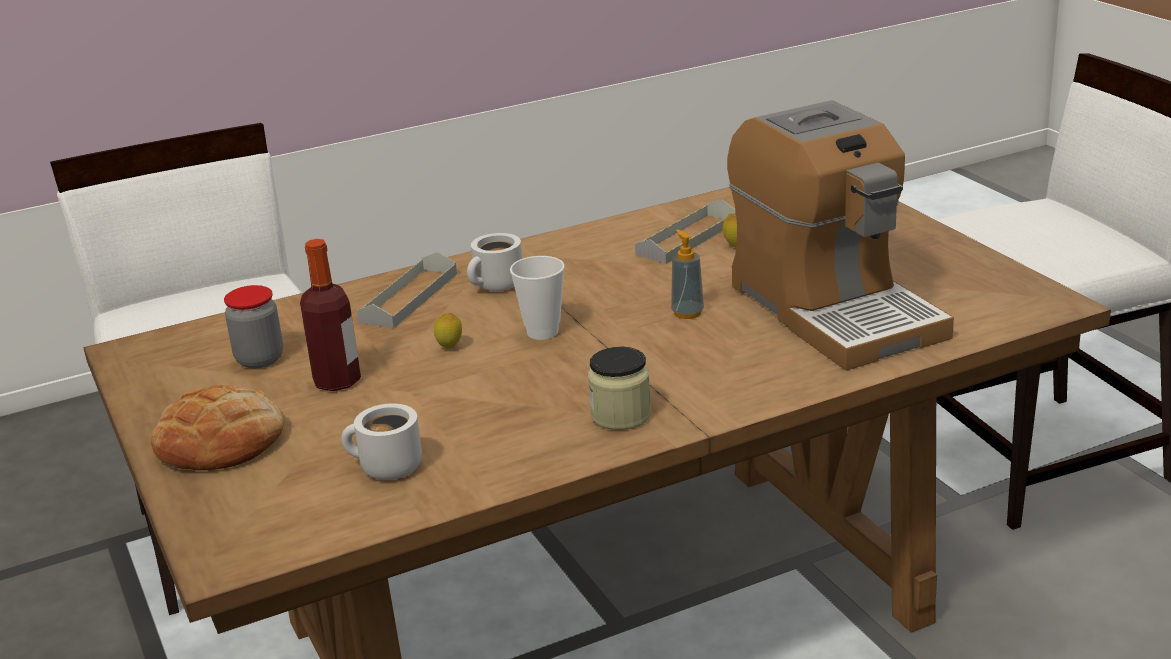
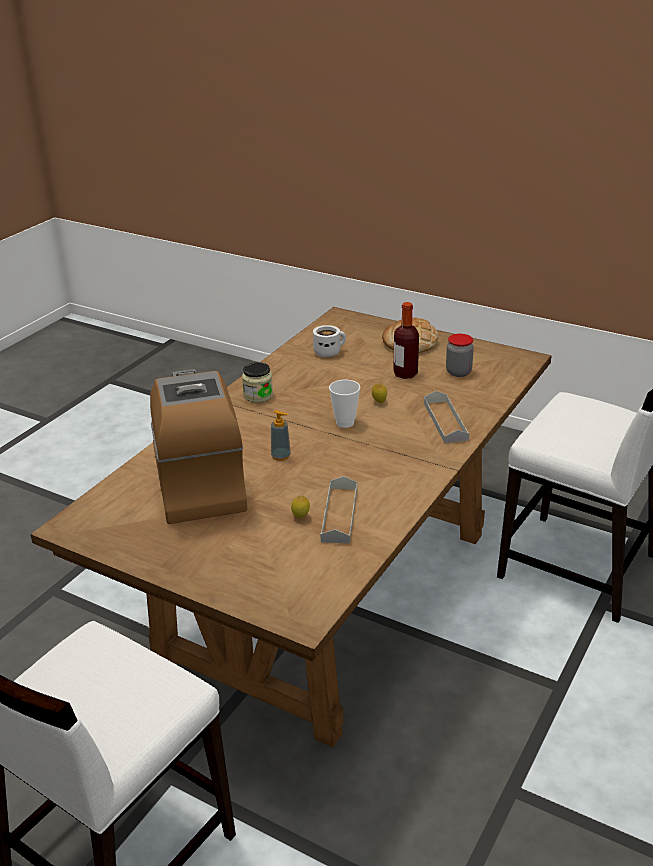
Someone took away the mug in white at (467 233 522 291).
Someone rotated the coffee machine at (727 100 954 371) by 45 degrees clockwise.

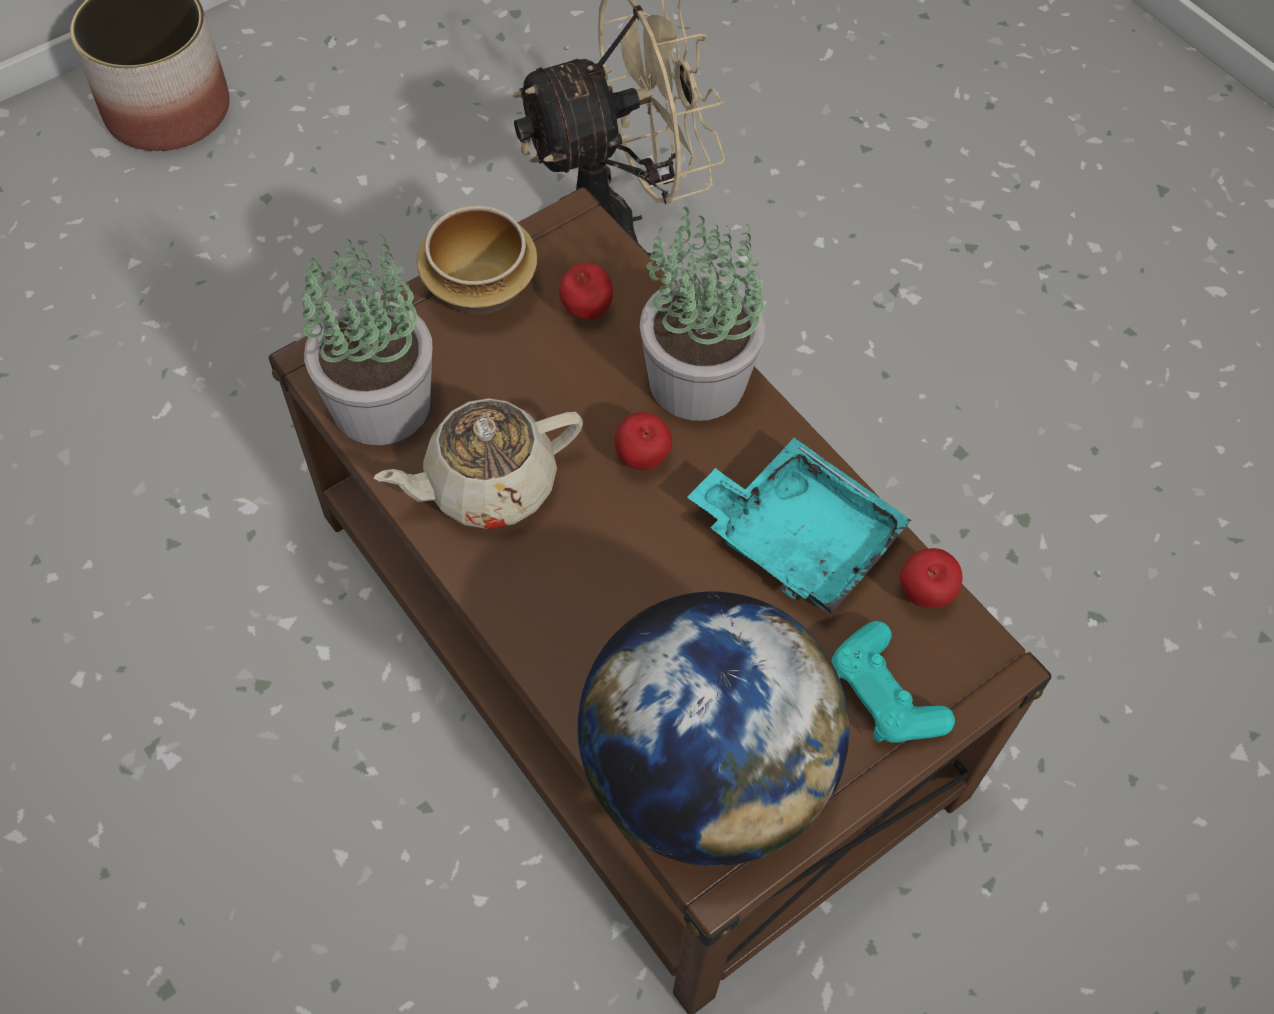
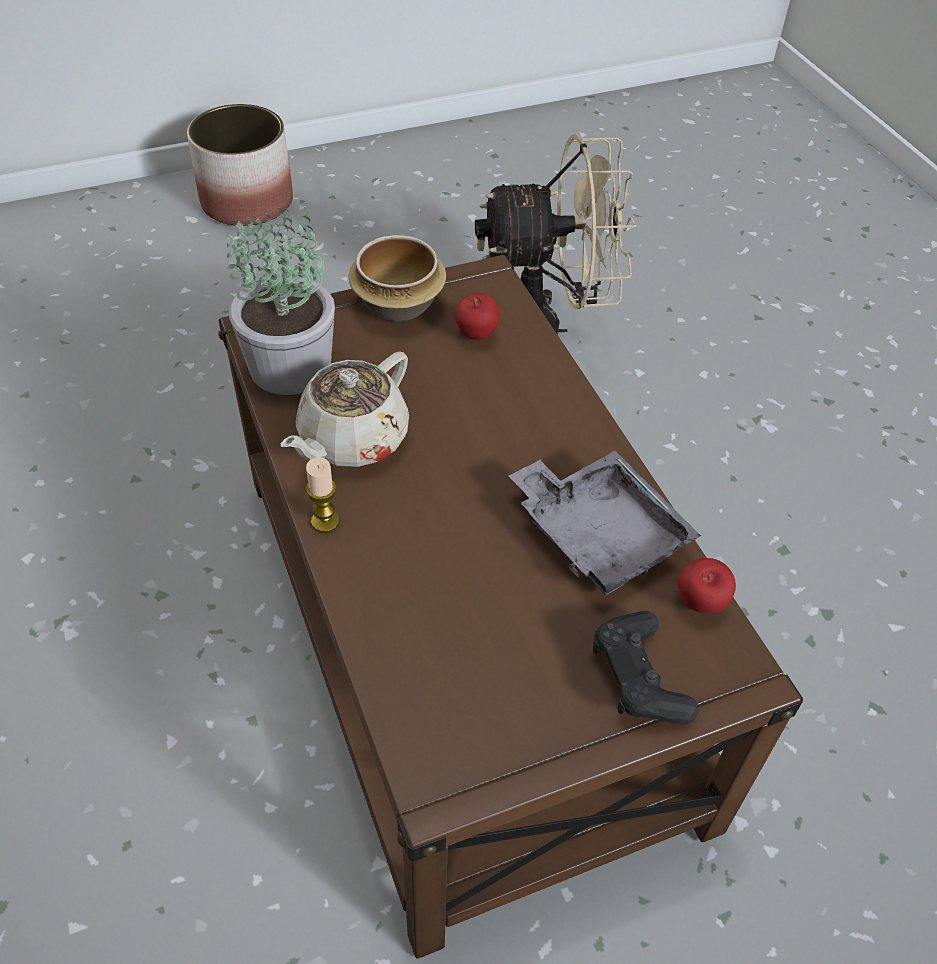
Someone took away the globe at (578 591 849 866).
Someone took away the apple at (614 412 672 470).
Someone took away the potted plant at (640 206 765 421).
Someone put down the candle at (306 457 339 533).
Someone repainted the tray in turquoise at (687 438 911 614), which became the tray in grey at (509 451 701 595).
Someone repainted the game controller in turquoise at (832 621 955 743), which became the game controller in black at (593 611 699 724).
Someone rotated the teapot in beige at (374 398 583 529) by 45 degrees counterclockwise.

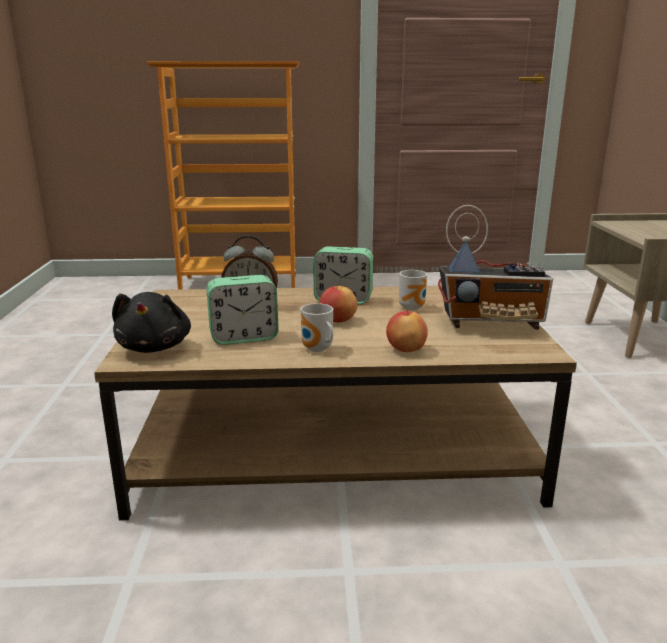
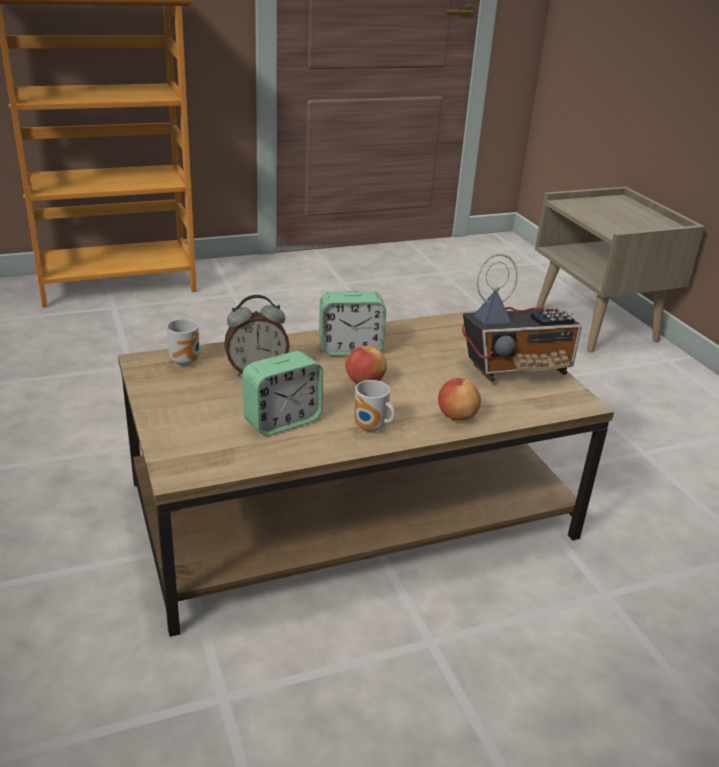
Someone took away the plush toy in black at (112 292 191 353).
Someone carried the mug from (399 270 427 310) to (167 319 199 366).

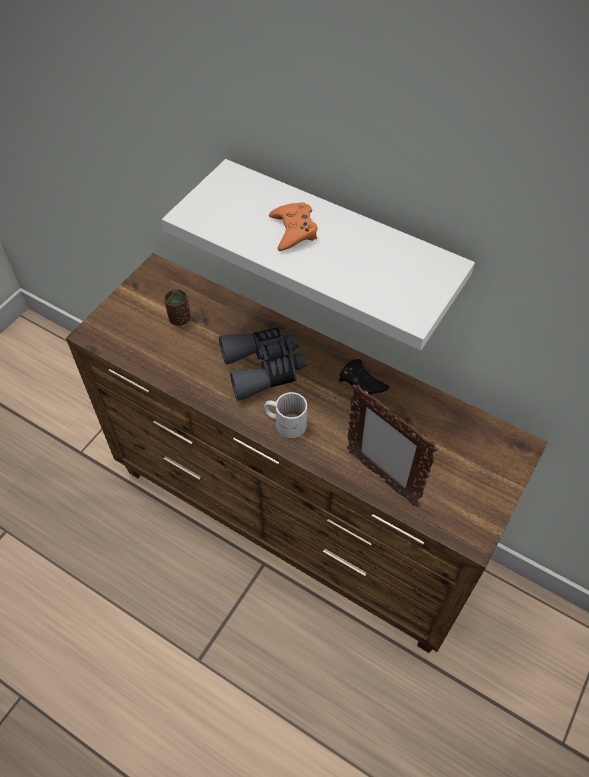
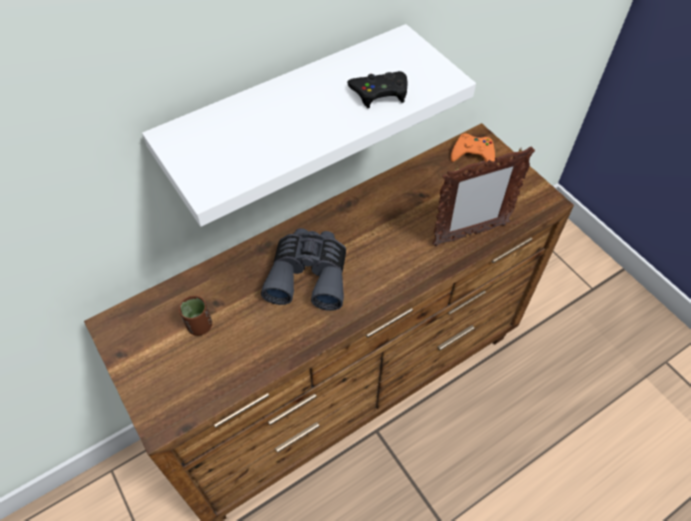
Someone took away the mug in white at (264 392 307 438).
Someone carried the game controller in orange from (269 202 318 251) to (451 134 495 162).
Someone carried the game controller in black from (339 359 389 395) to (347 71 408 108).

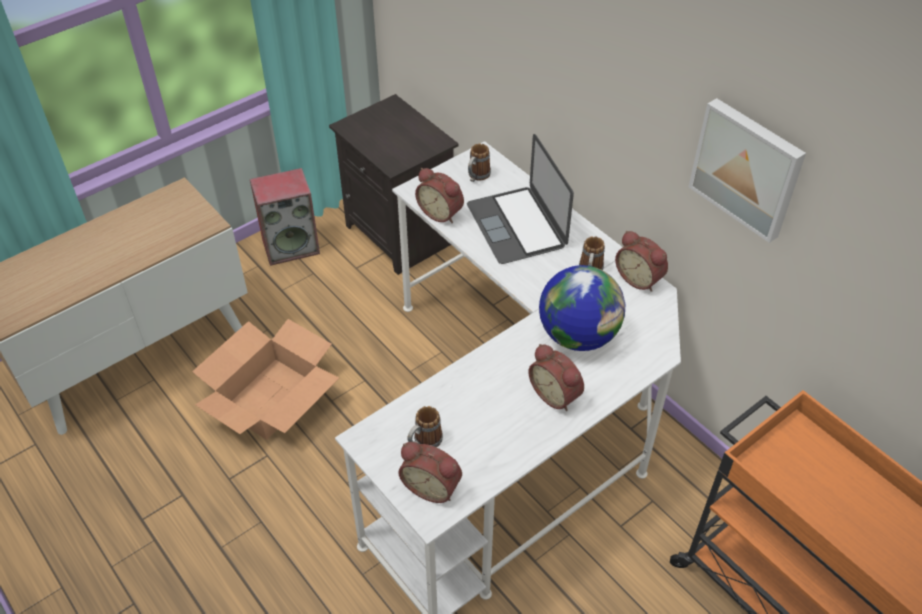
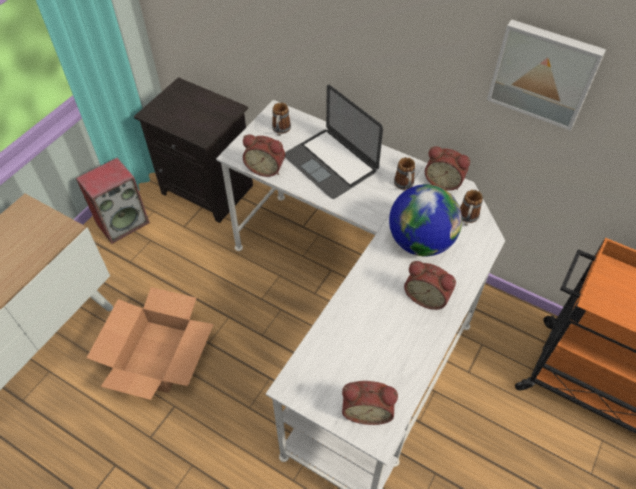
Someone carried the mug from (407 406 443 447) to (460 190 483 225).

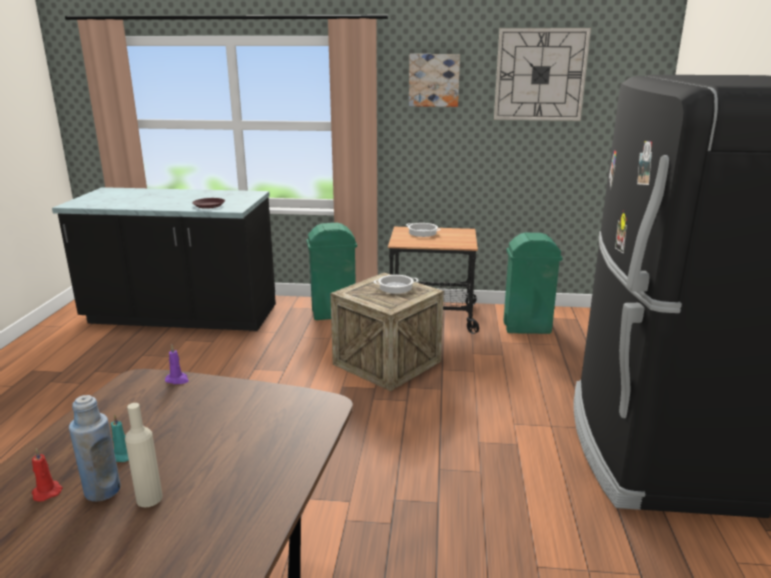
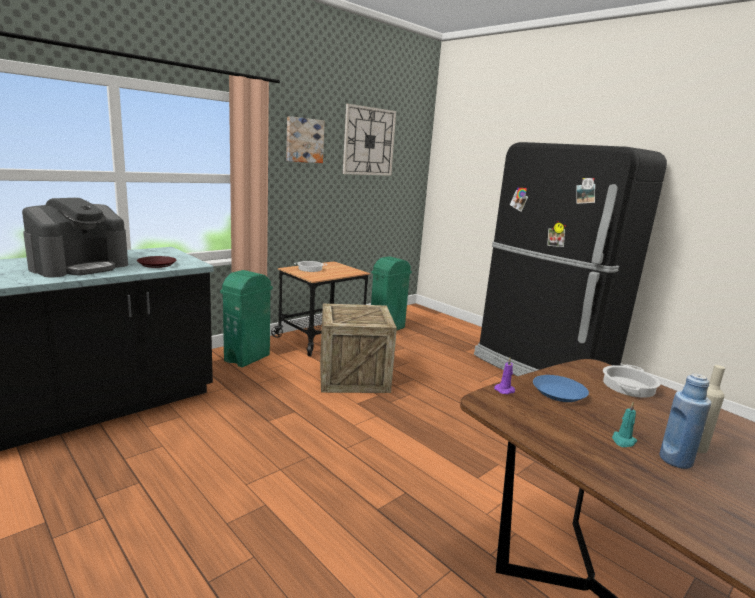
Someone took away the candle in red at (32 448 63 501).
Someone put down the coffee machine at (22 198 128 278).
Someone put down the plate in blue at (533 375 589 402).
Someone carried the cooking pot from (374 275 419 294) to (603 364 661 398).

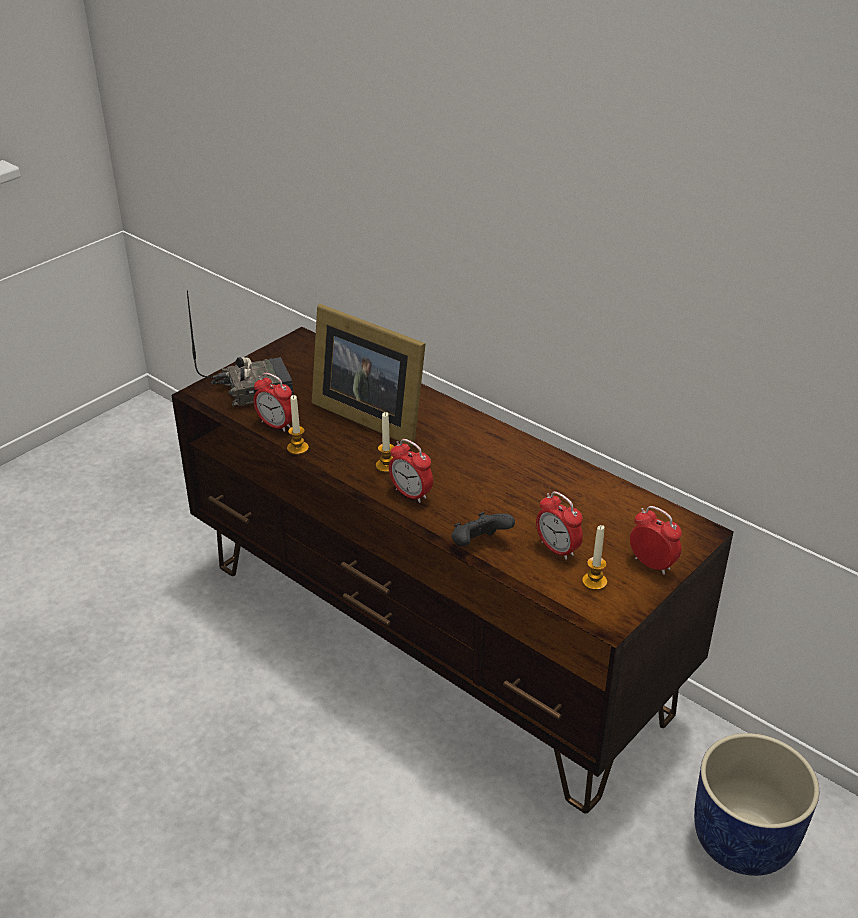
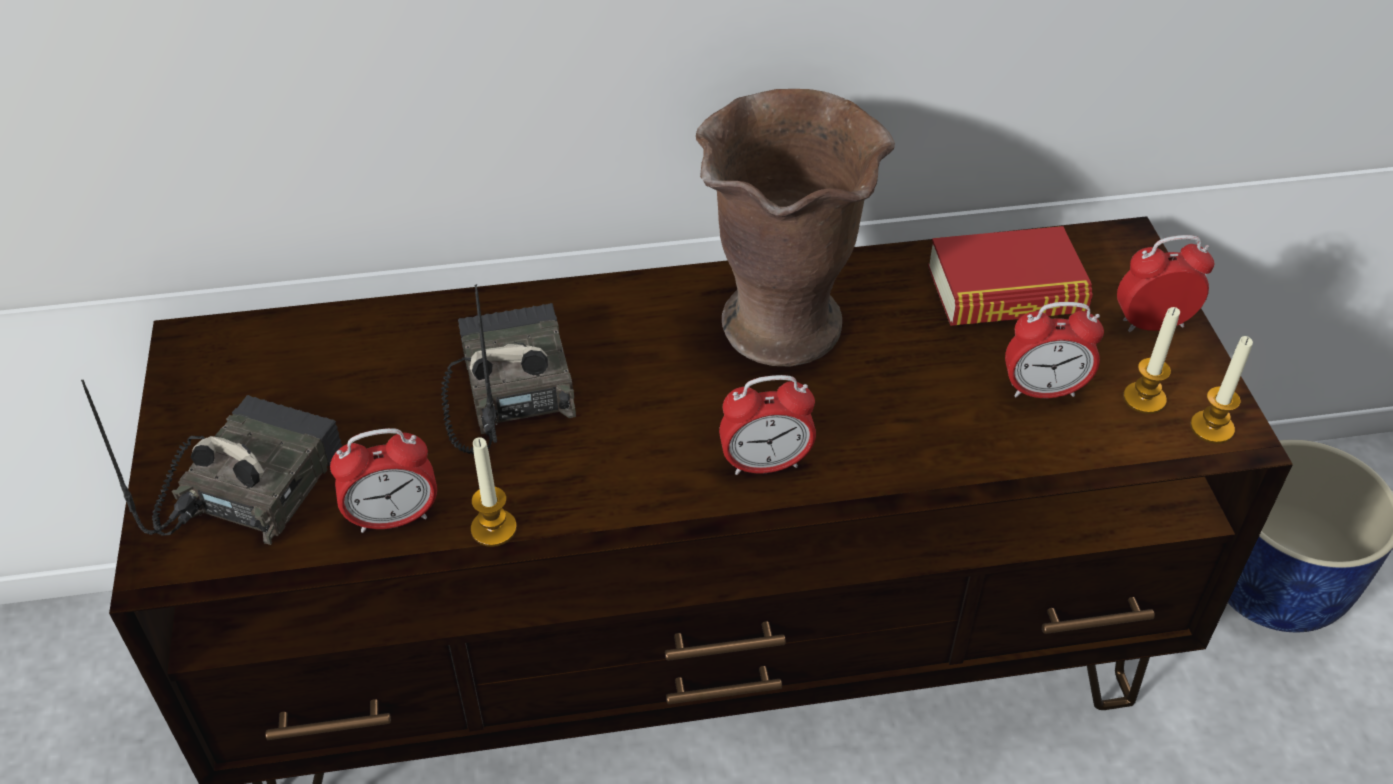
Someone took away the game controller in black at (451 512 515 547).
Someone put down the vase in brown at (696 89 895 366).
Someone put down the book at (928 226 1093 326).
Someone carried the candle from (376 412 394 473) to (1190 336 1253 444).
Someone swapped the picture frame at (312 304 426 446) for the radio at (441 284 576 454).

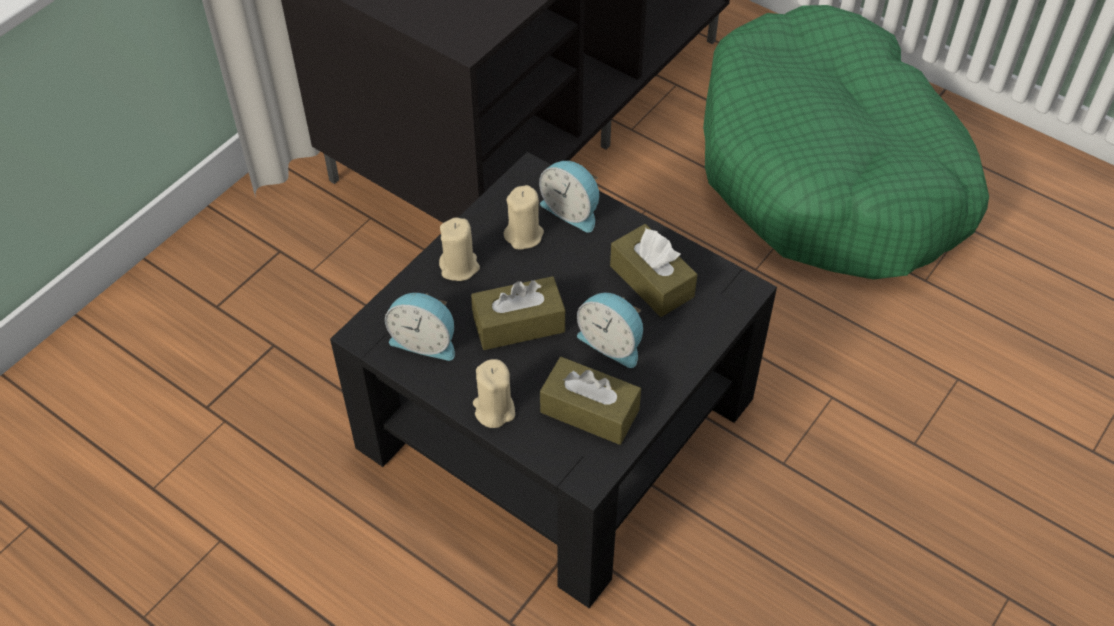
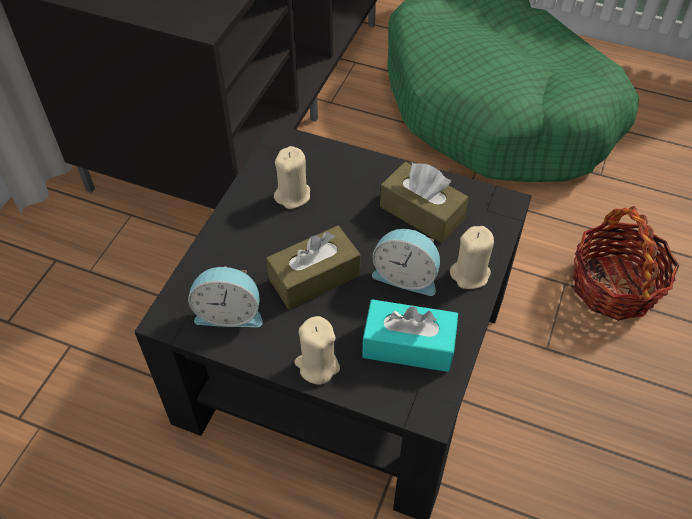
Someone took away the alarm clock at (539 161 599 233).
Someone put down the basket at (573 206 679 321).
Someone carried the candle in beige from (439 217 480 281) to (450 226 494 289).
Someone repainted the tissue box in brown at (540 357 641 445), which became the tissue box in turquoise at (362 299 458 372).

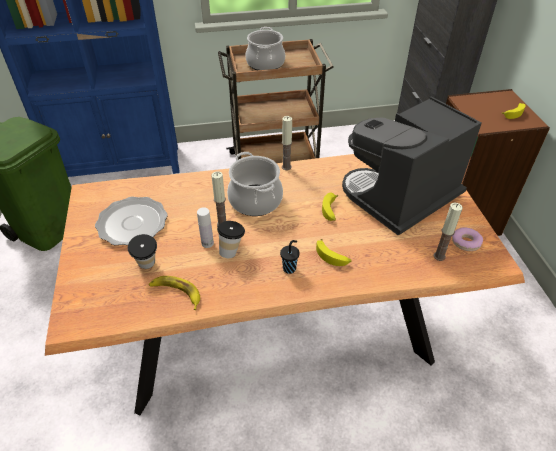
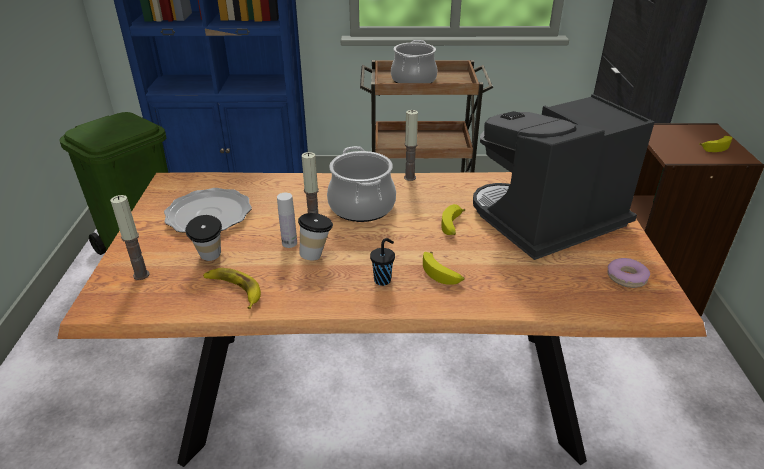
Someone carried the candle from (434 203 463 261) to (110 195 150 280).

